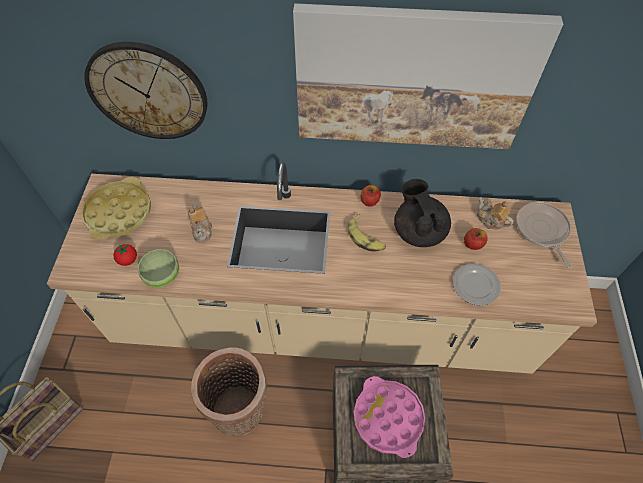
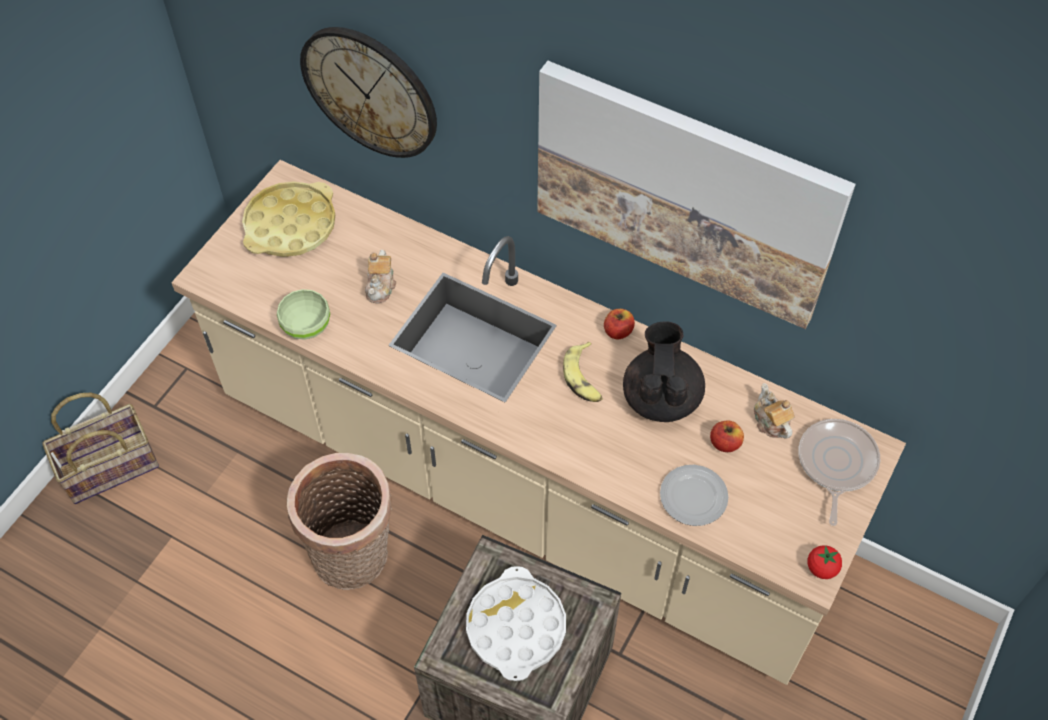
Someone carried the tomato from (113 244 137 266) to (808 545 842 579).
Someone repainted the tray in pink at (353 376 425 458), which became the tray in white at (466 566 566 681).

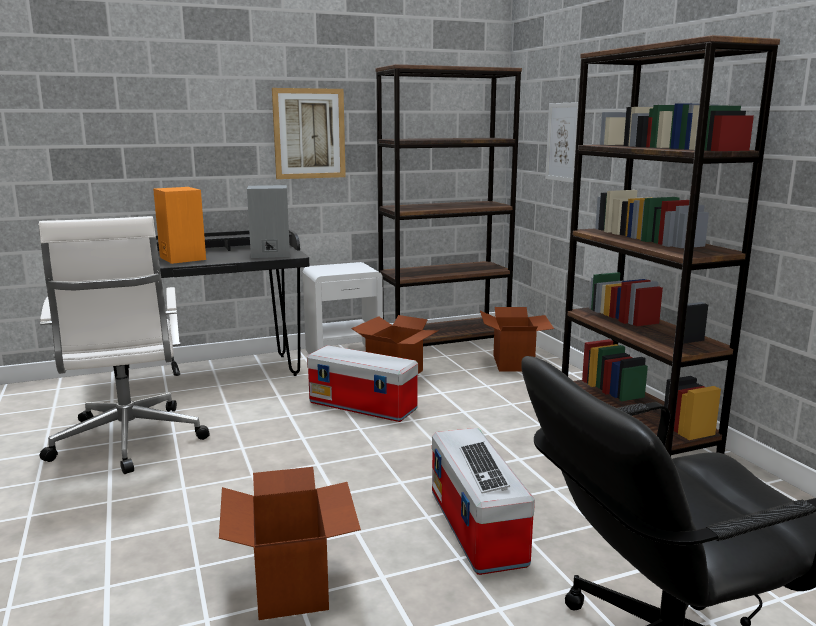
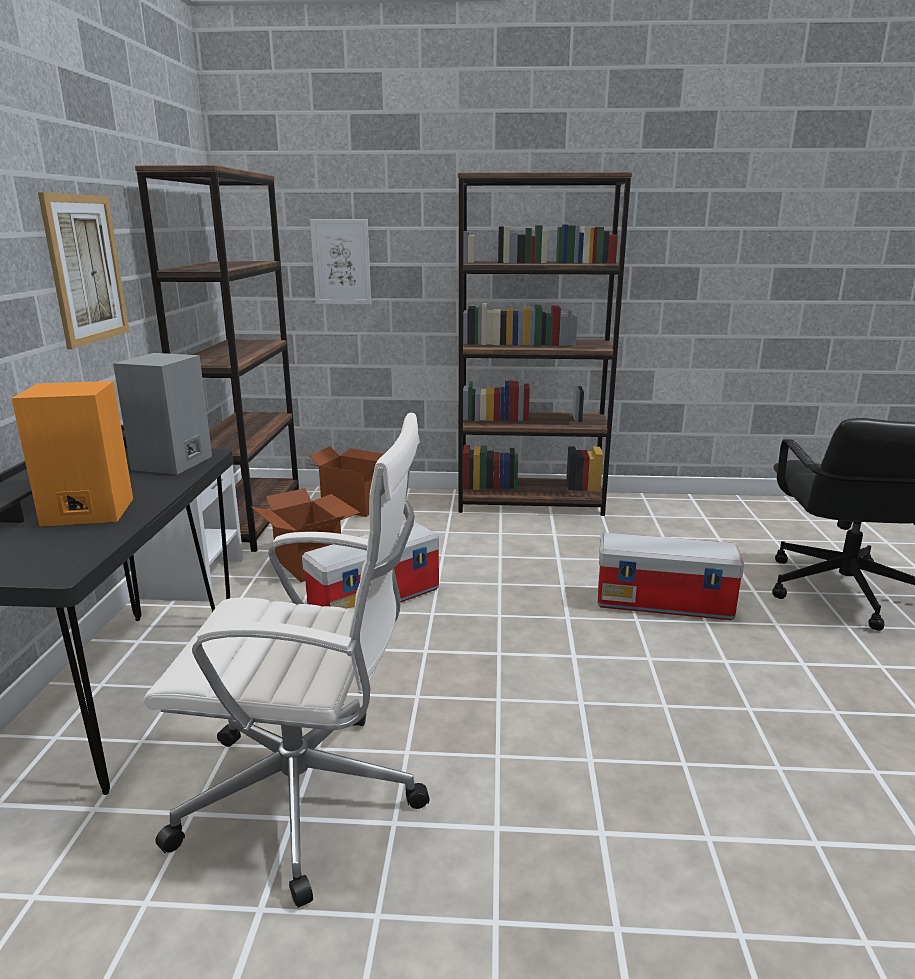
Someone took away the cardboard box at (219 467 361 620).
Someone took away the keyboard at (460 442 510 494).

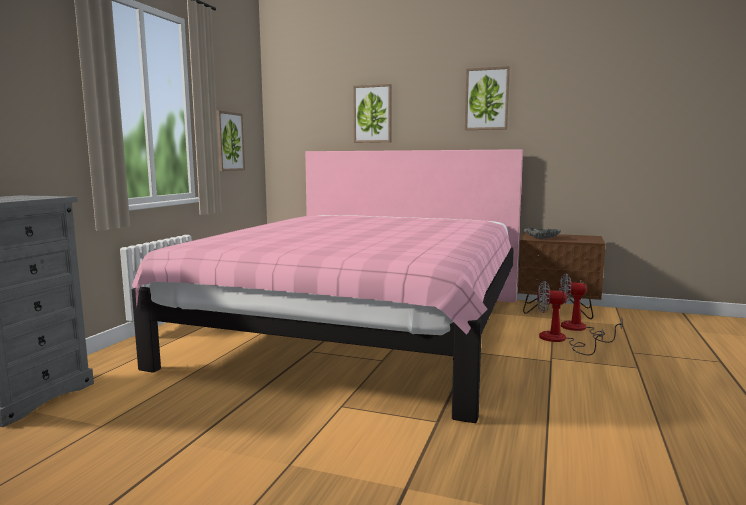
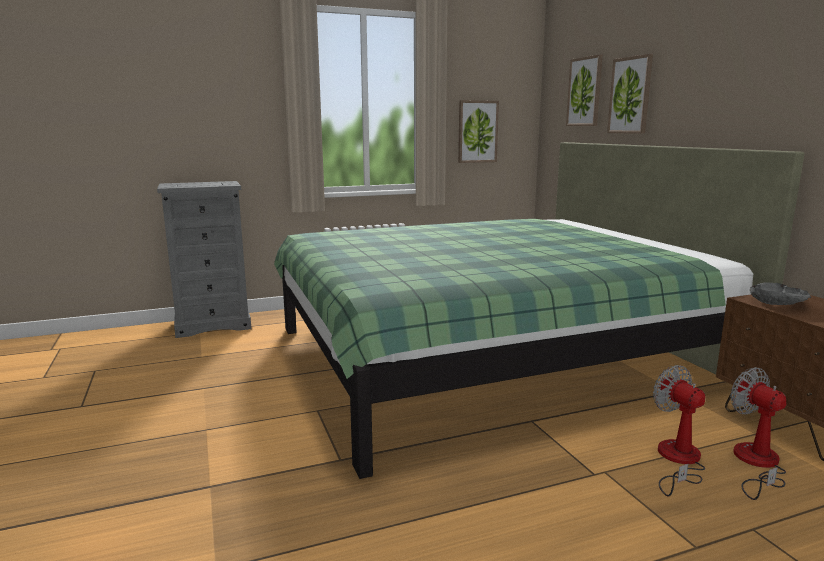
Someone carried the picture from (465 66 510 130) to (566 54 603 126).
Someone repainted the bed in pink at (132 149 523 423), which became the bed in green at (274 142 805 479).

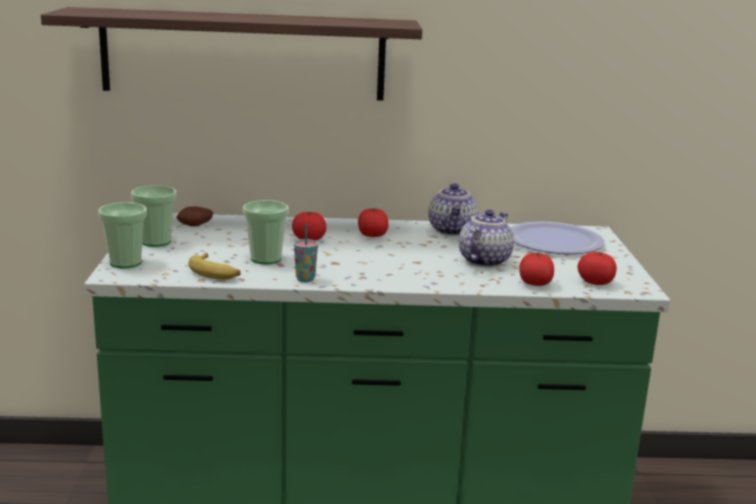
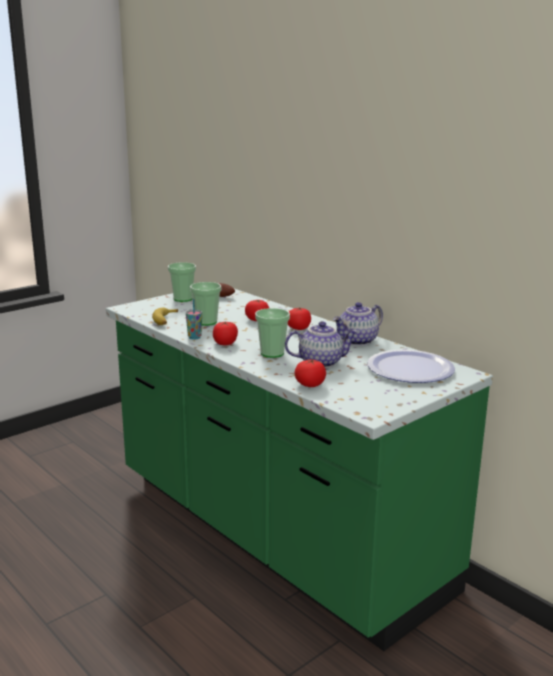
Someone took away the shelf at (41 7 422 101).
Someone carried the cup from (98 202 147 268) to (255 308 290 358).
Someone carried the tomato from (578 252 617 285) to (213 321 238 346).

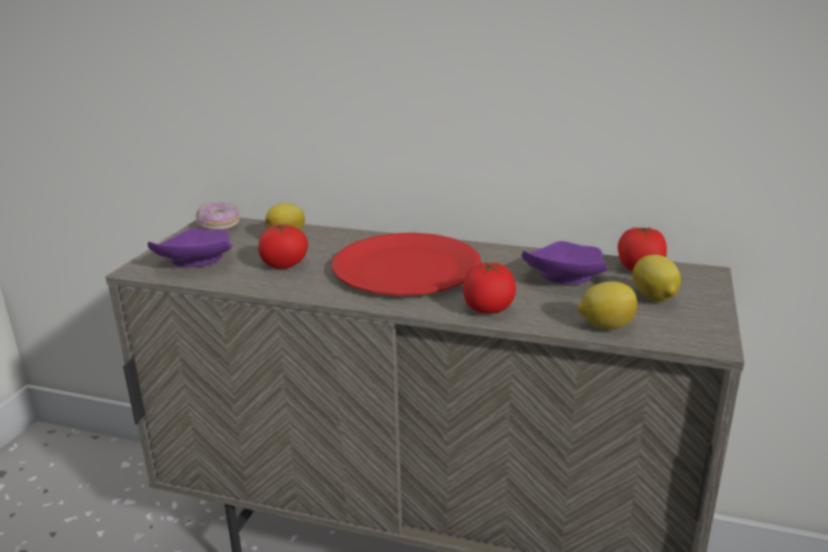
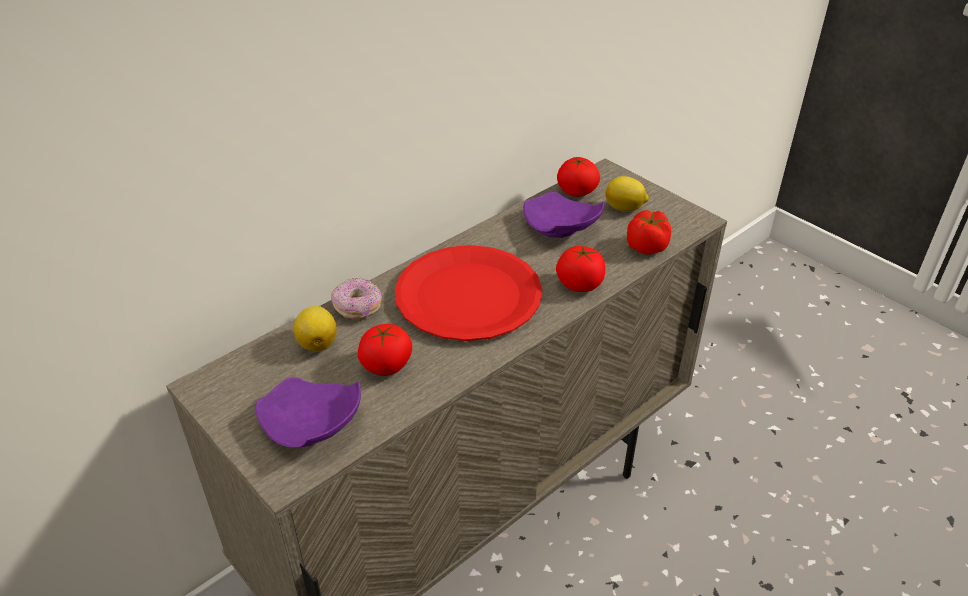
Someone carried the donut from (196 202 239 230) to (331 277 382 319).
Someone swapped the lemon at (578 281 637 329) for the tomato at (627 210 671 255).

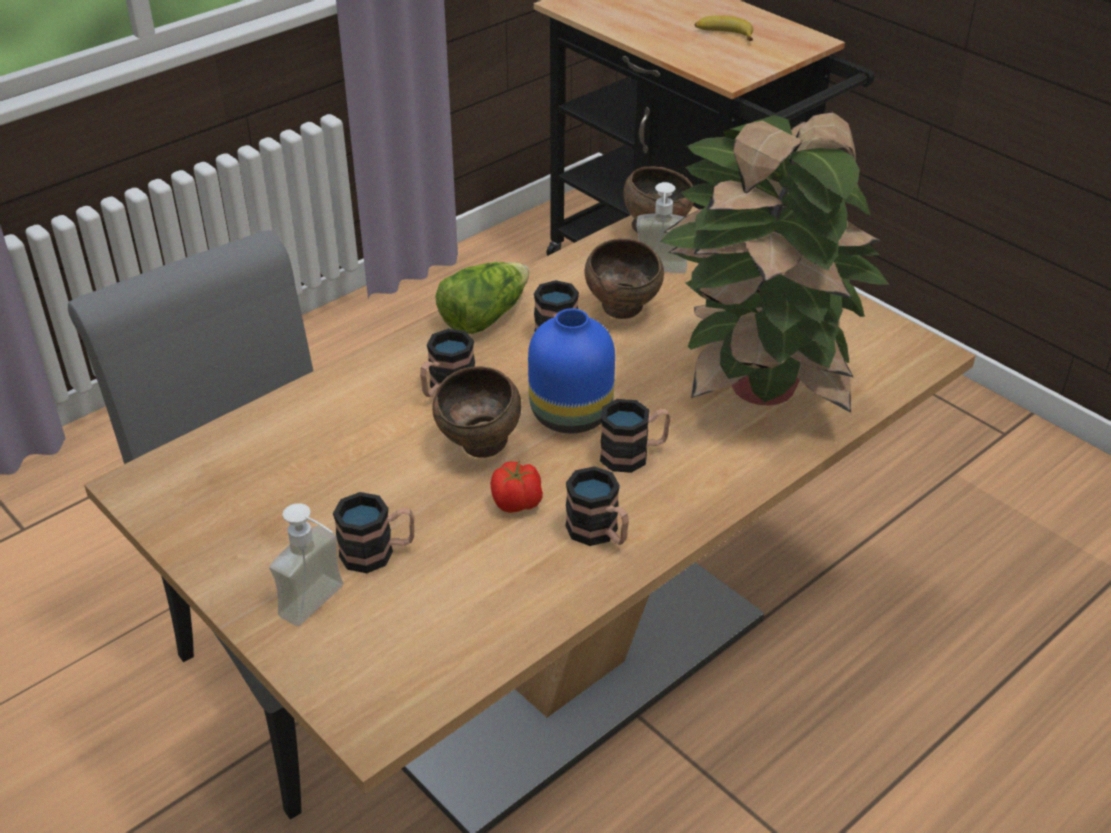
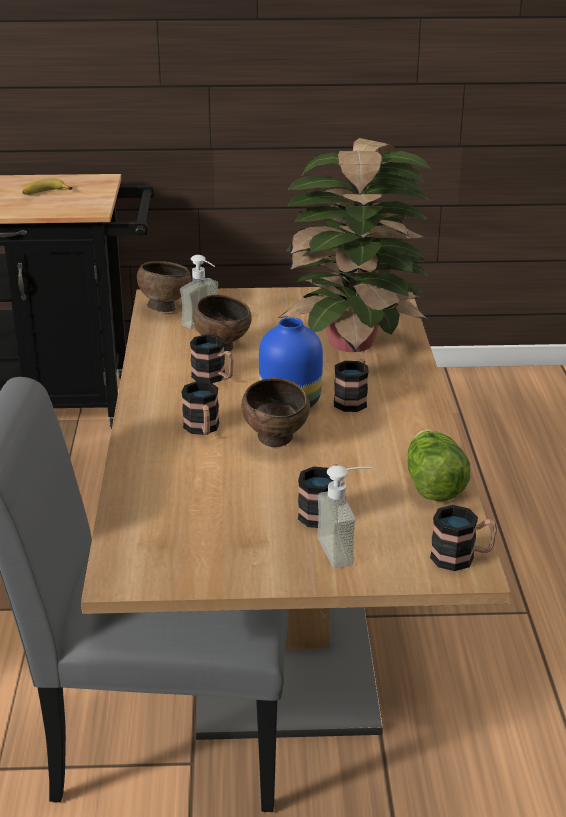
Someone took away the tomato at (491 461 543 513).
Someone carried the lettuce from (435 262 530 334) to (407 429 470 501).
Someone carried the mug from (565 466 629 546) to (430 505 497 571).

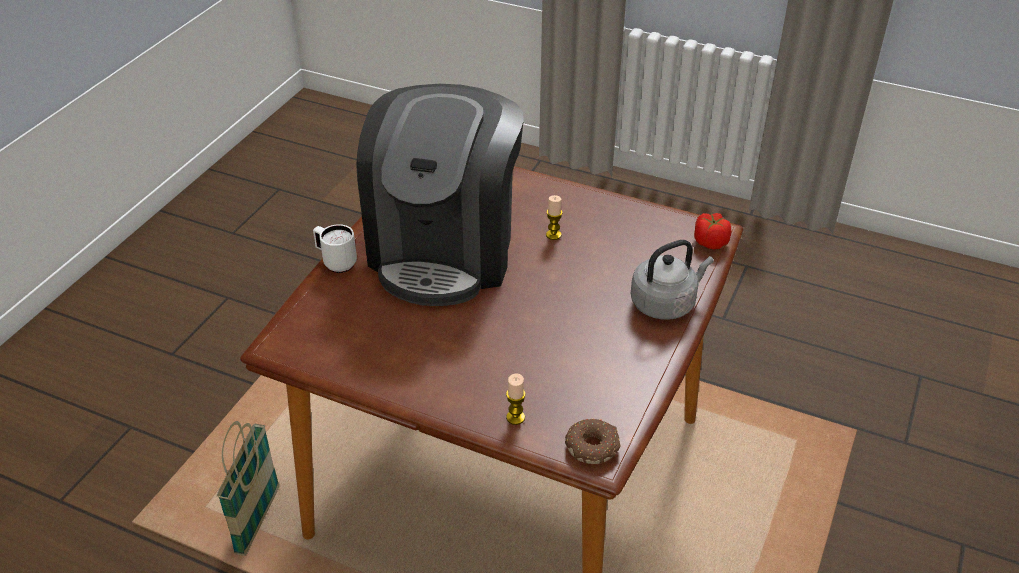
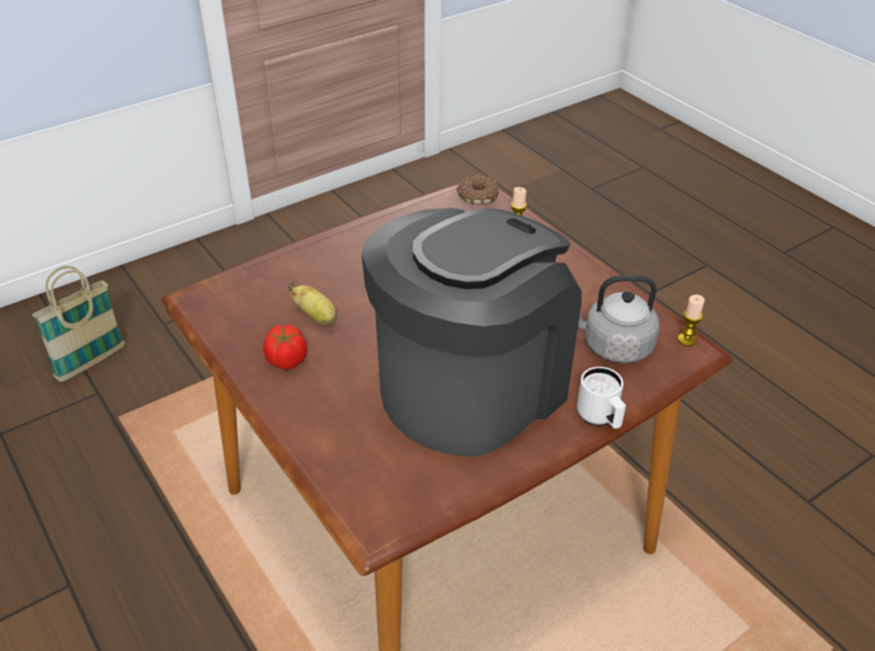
Someone put down the banana at (288 282 337 325).
Someone carried the basket from (217 421 280 556) to (32 266 125 382).
Someone carried the candle from (546 195 563 240) to (678 294 705 346).
Someone carried the kettle in grey from (631 240 714 320) to (578 275 659 363).
Someone carried the tomato from (694 213 732 249) to (263 324 307 370).

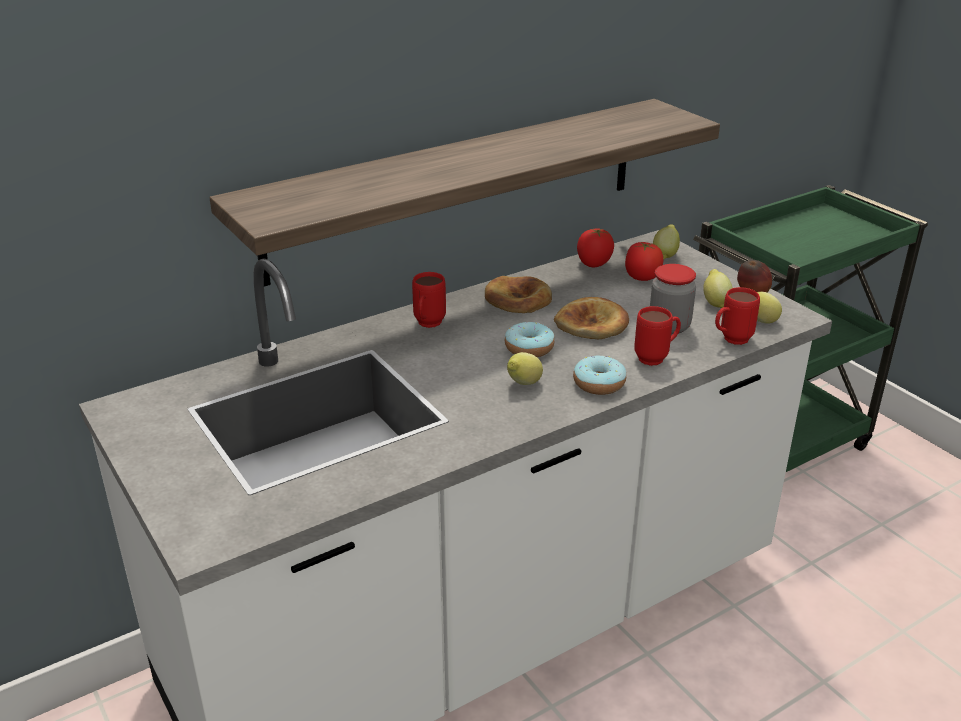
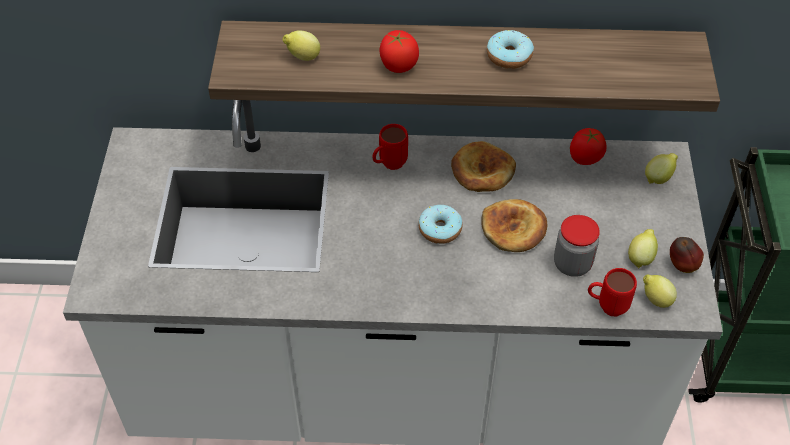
Someone took away the mug in red at (634 306 681 366).
Someone carried the lemon from (507 352 543 385) to (282 31 320 61).
Someone carried the donut from (573 356 626 395) to (487 30 534 69).
Someone carried the tomato from (625 242 663 281) to (379 30 419 73).

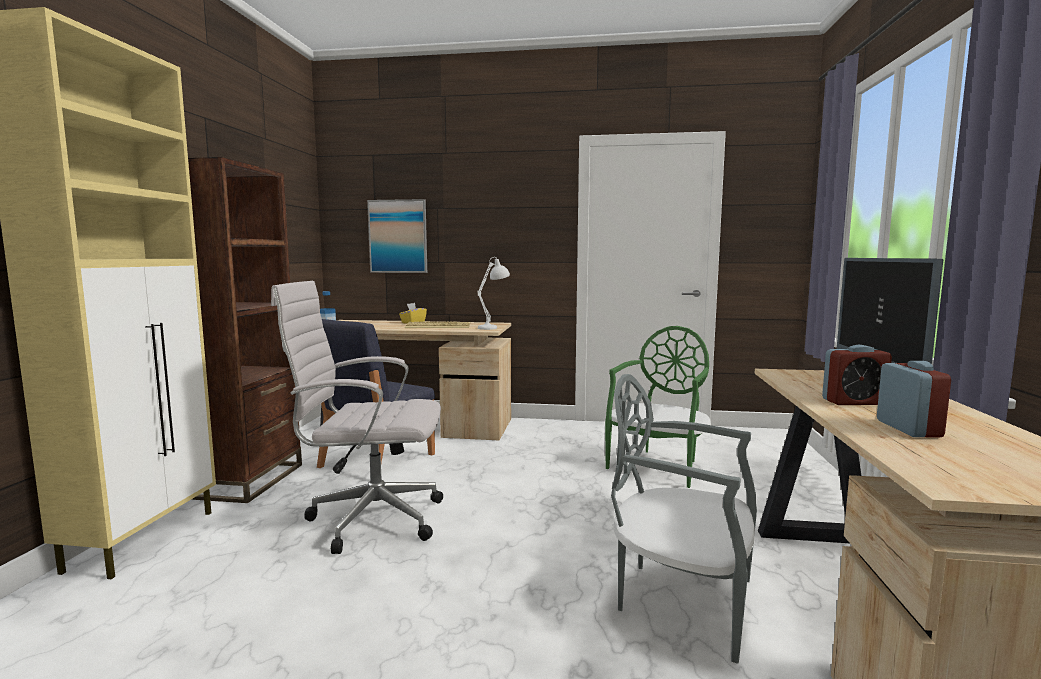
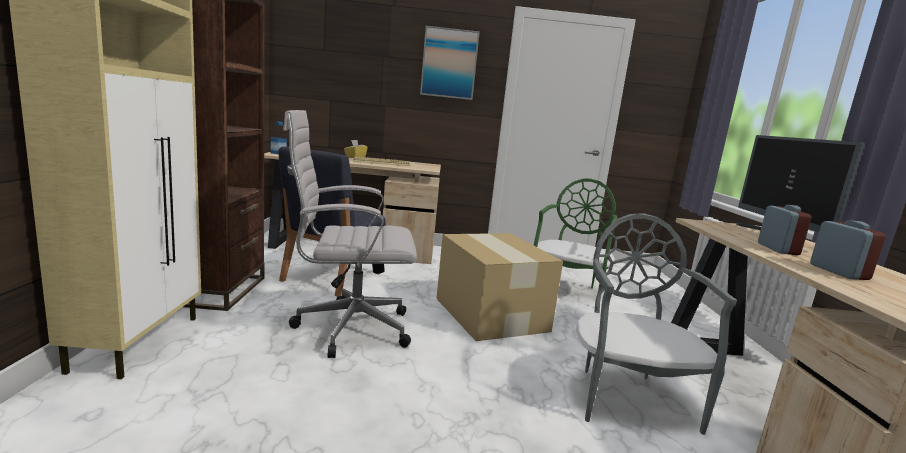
Someone took away the table lamp in white at (477 257 510 330).
Someone put down the cardboard box at (436 233 563 341).
Someone carried the picture from (367 199 427 273) to (420 26 480 100).
Someone rotated the chair in grey at (611 374 757 664) by 75 degrees clockwise.
Someone rotated the alarm clock at (822 345 892 405) by 75 degrees counterclockwise.

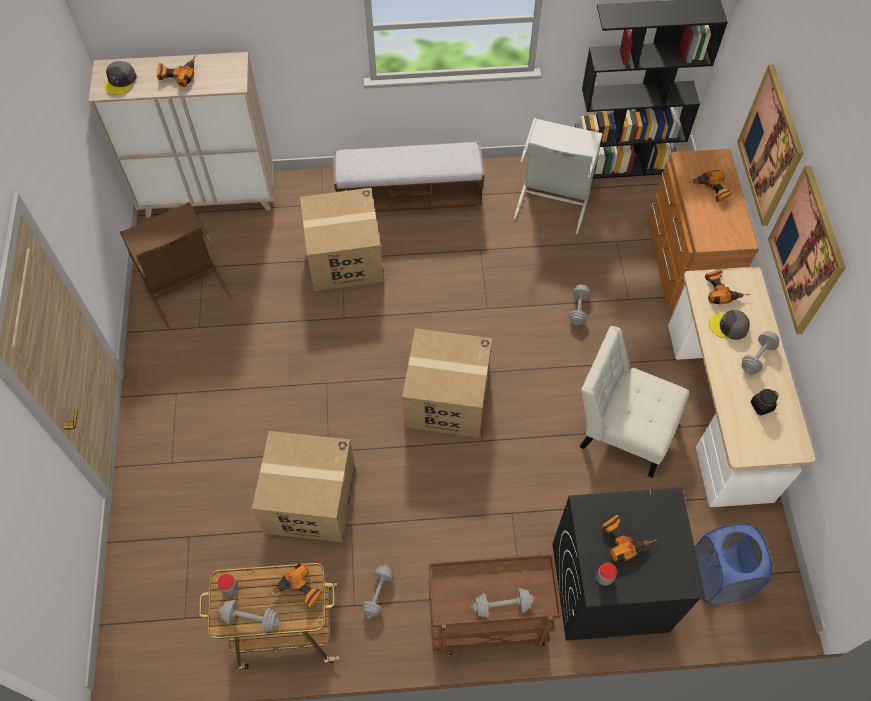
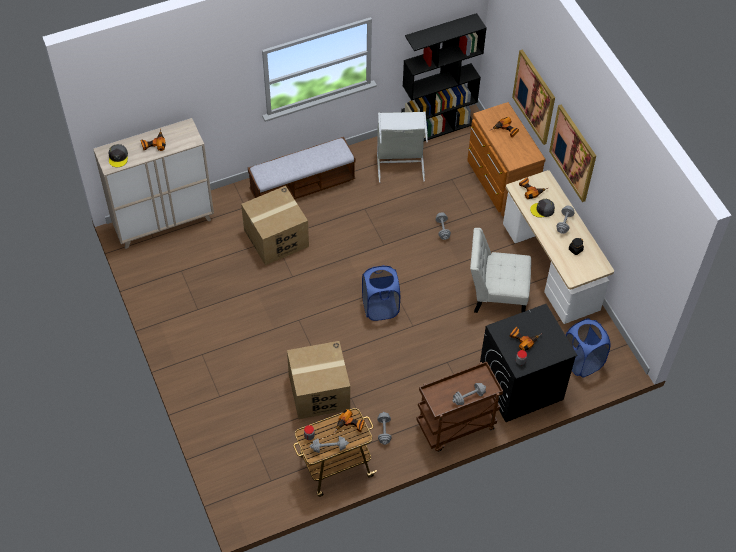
Someone took away the laundry basket in brown at (120 202 232 329).
Someone swapped the cardboard box at (402 328 492 438) for the laundry basket in blue at (362 265 400 321).

